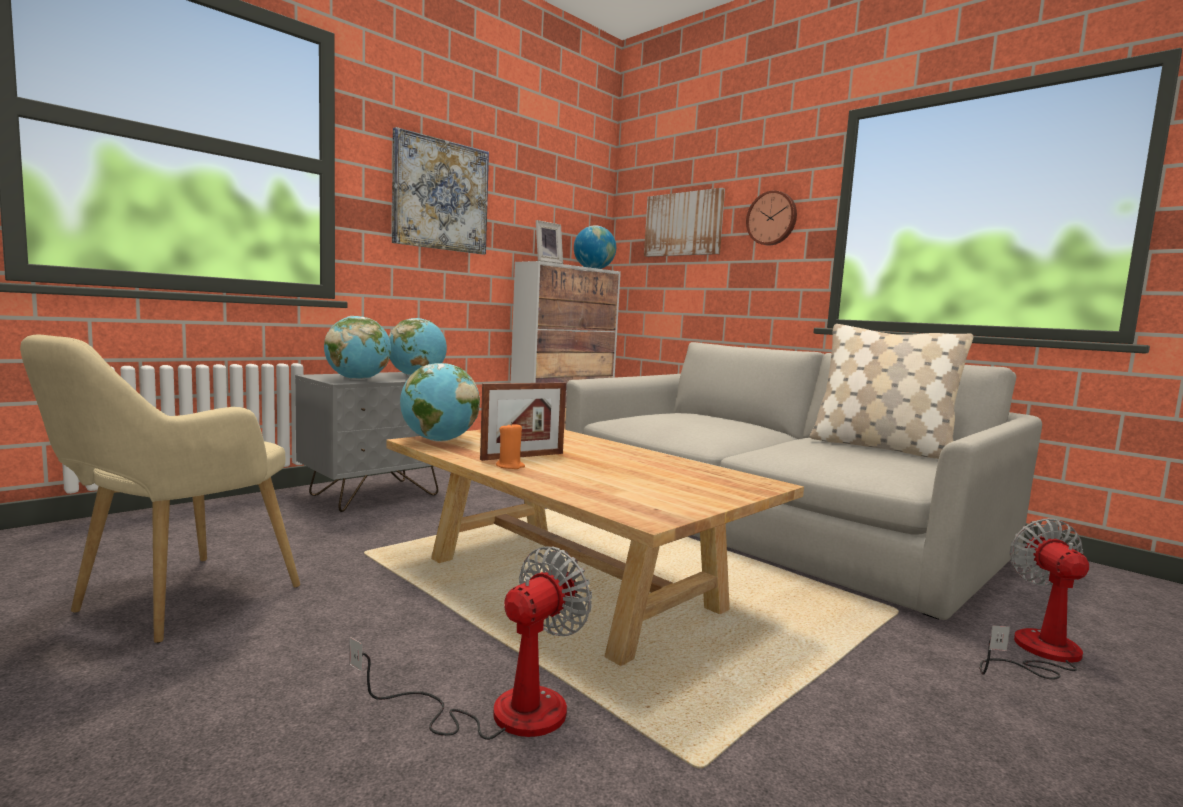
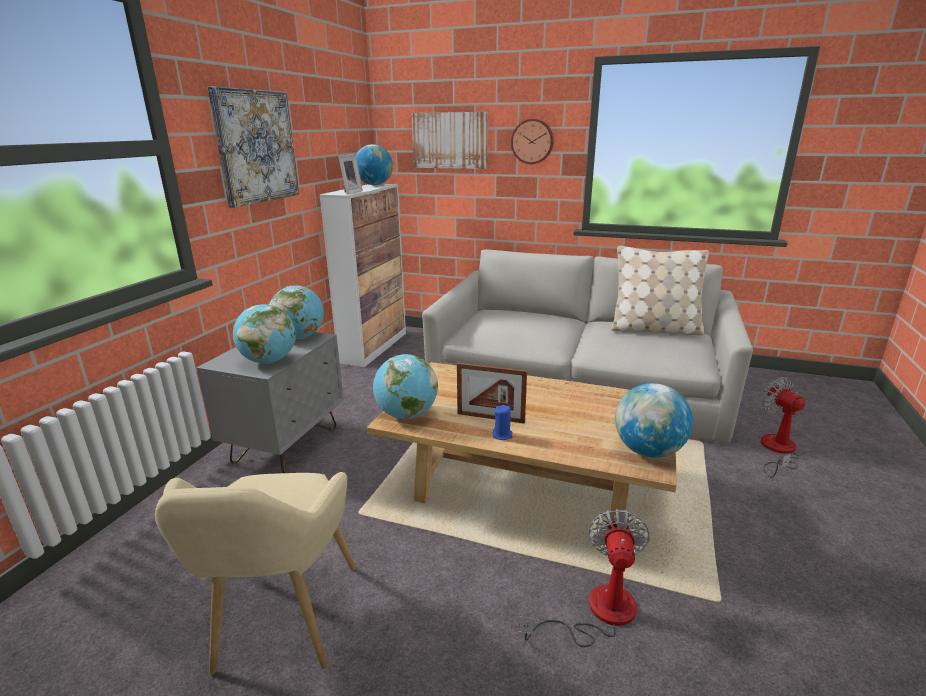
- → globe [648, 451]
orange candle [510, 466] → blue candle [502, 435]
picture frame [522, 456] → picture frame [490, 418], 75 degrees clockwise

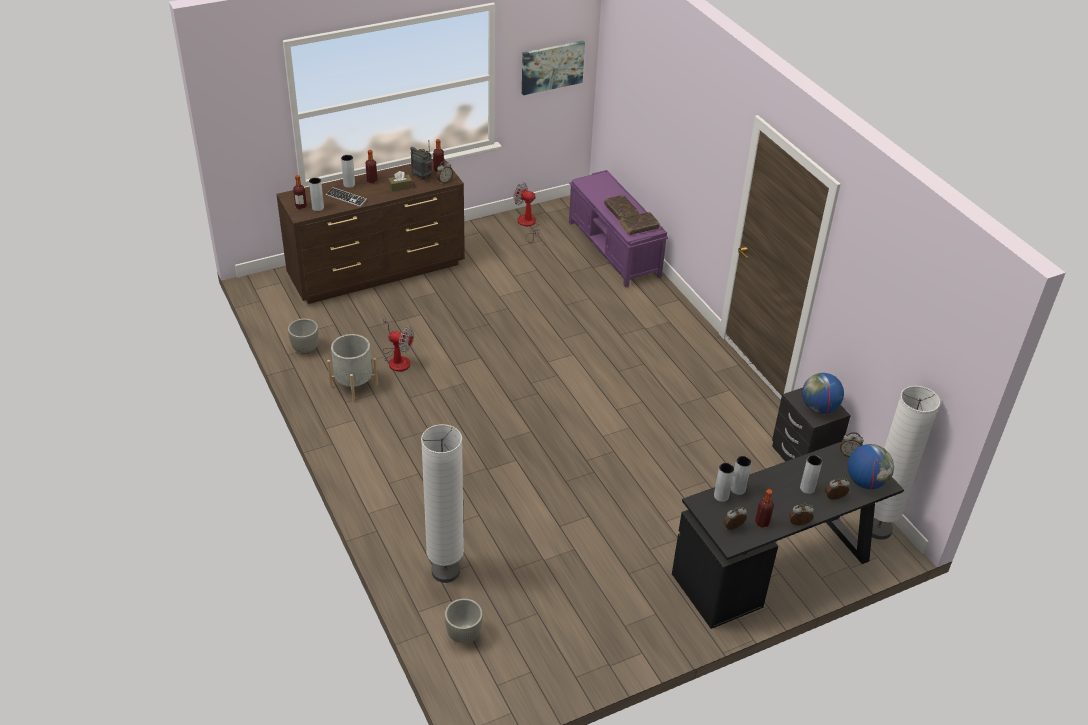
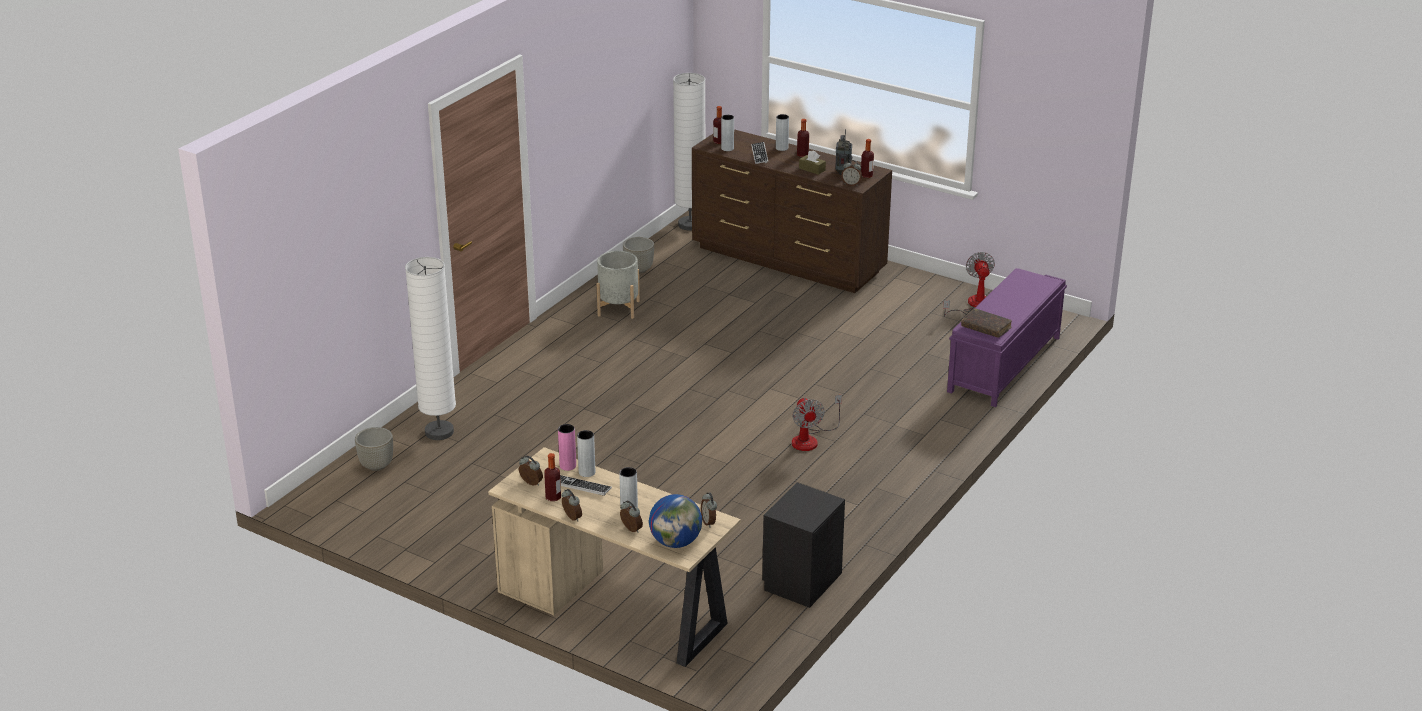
picture [552, 67] → -
brown book [621, 211] → -
globe [819, 408] → -
- → keyboard [581, 486]
fan [397, 359] → fan [810, 439], shifted
white floor lamp [878, 529] → white floor lamp [690, 225], shifted
black desk [776, 568] → beige desk [616, 608]
grey vase [721, 496] → pink vase [568, 466]

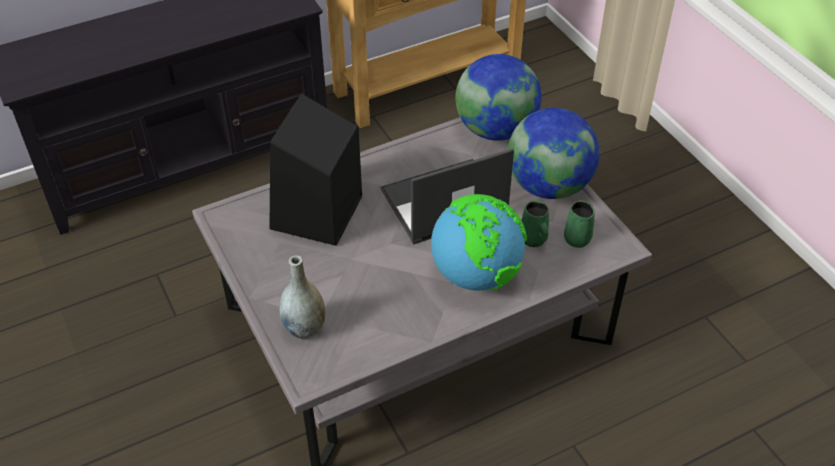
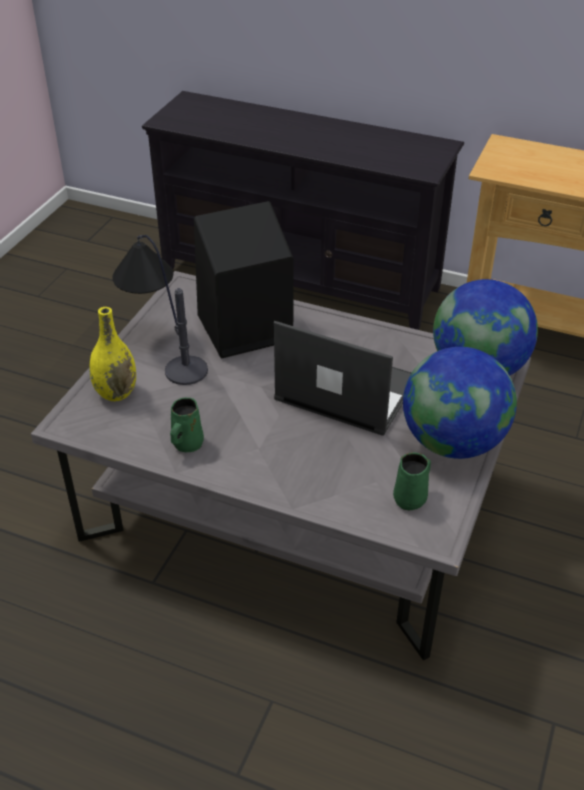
globe [476, 274] → -
- → table lamp [163, 348]
green mug [534, 240] → green mug [187, 444], shifted
grey vase [304, 328] → yellow vase [116, 393]

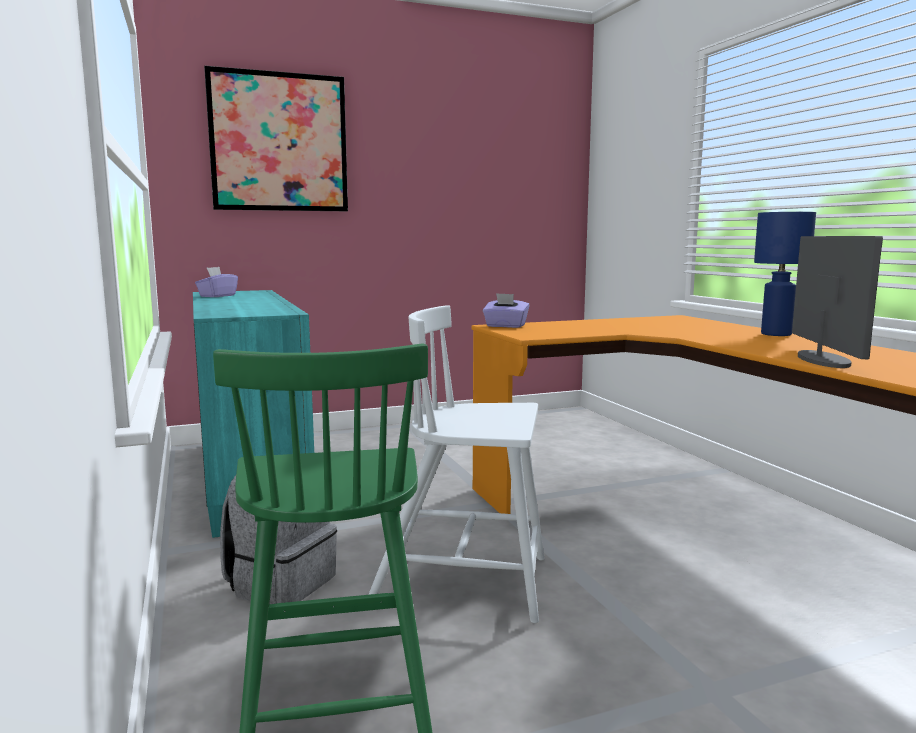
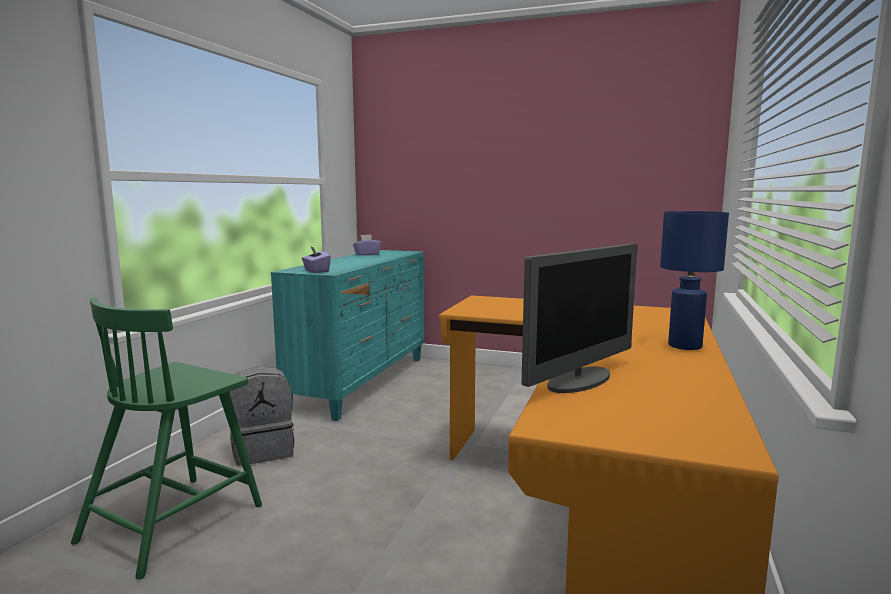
picture [279, 142] → -
white chair [465, 582] → -
purple tissue box [505, 326] → purple tissue box [316, 271], shifted

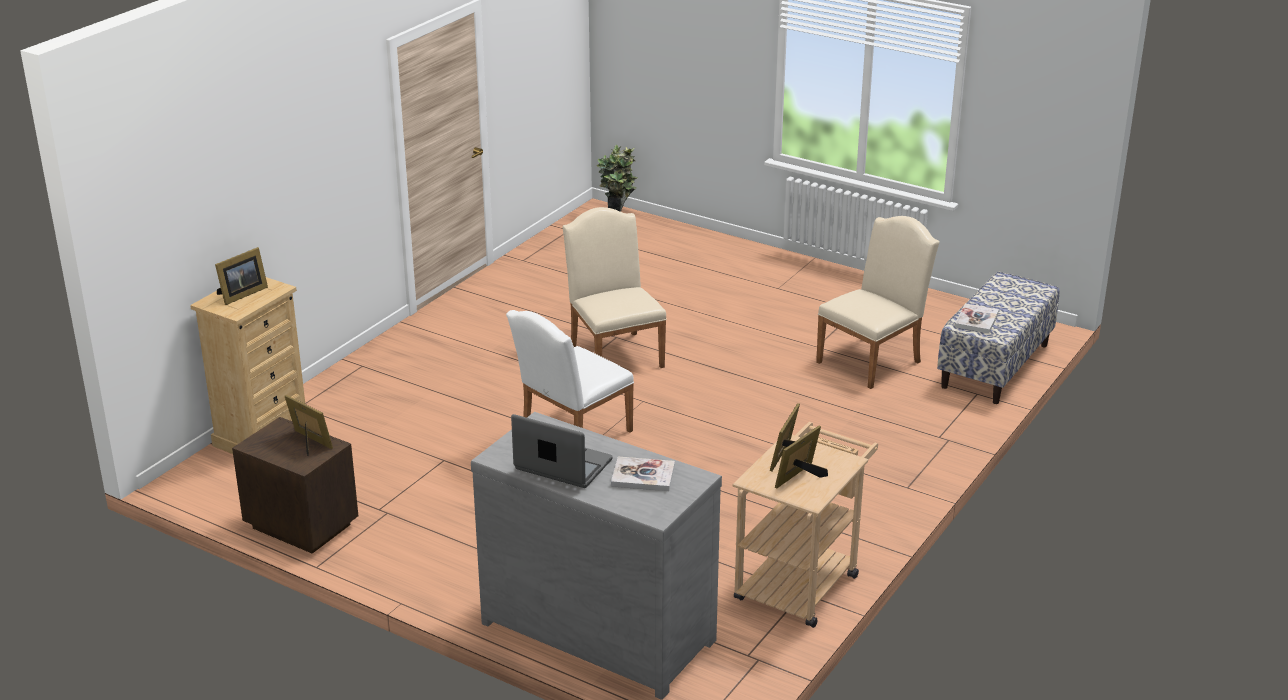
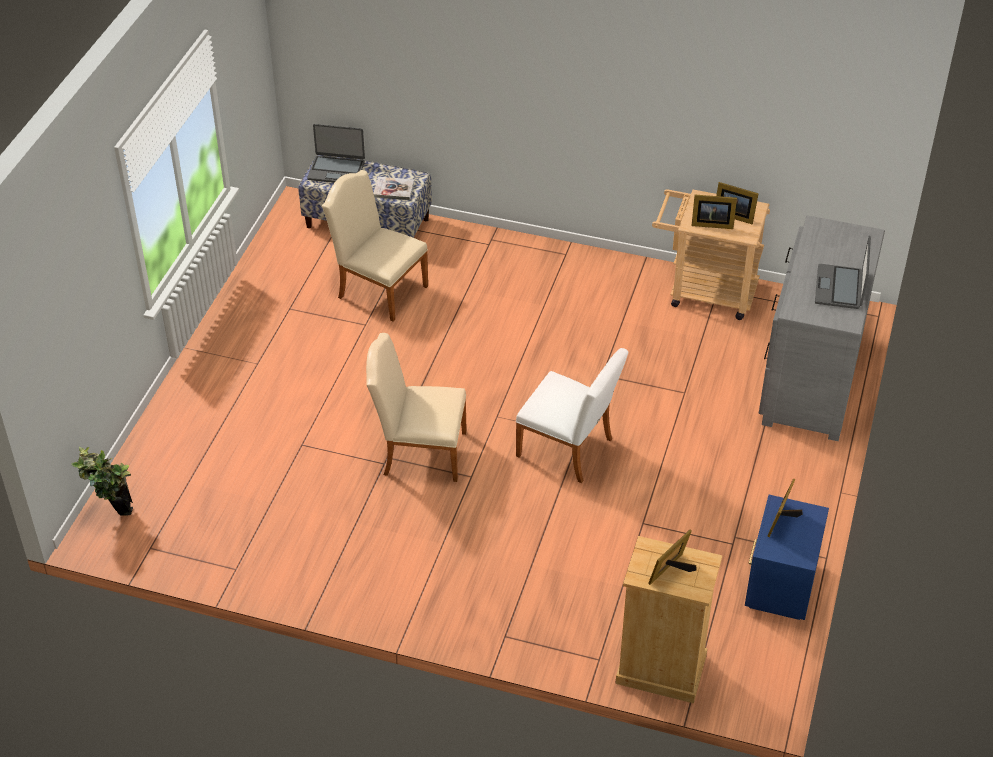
book [643, 476] → -
- → laptop [336, 170]
brown nightstand [301, 525] → blue nightstand [779, 587]
picture frame [241, 294] → picture frame [672, 571], 75 degrees counterclockwise
beige chair [614, 353] → beige chair [418, 452], 45 degrees clockwise

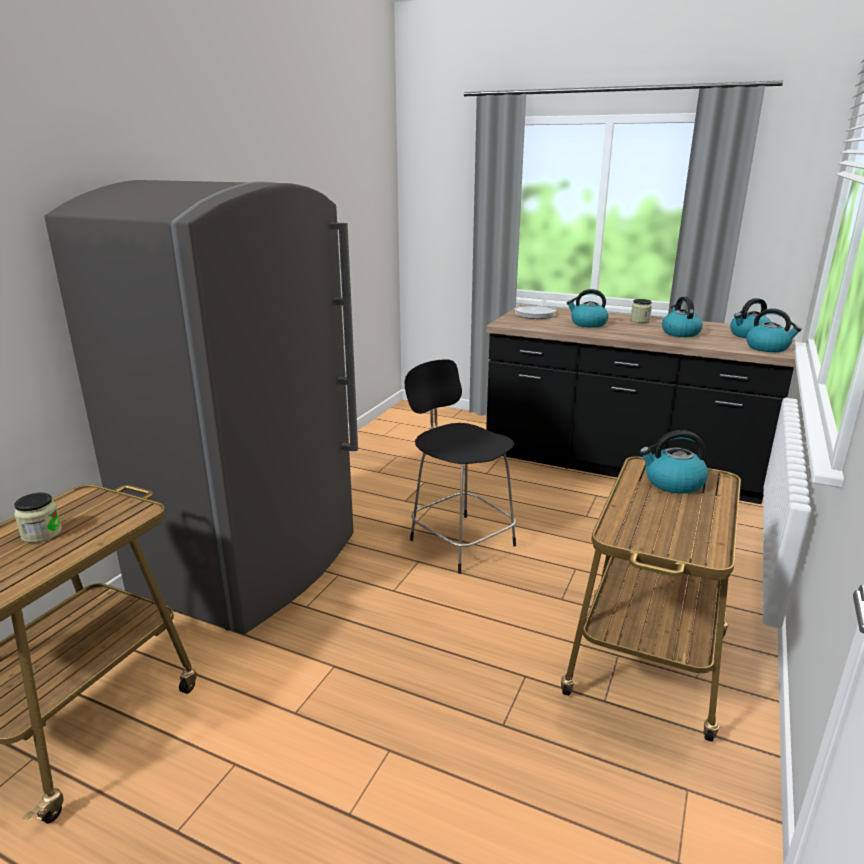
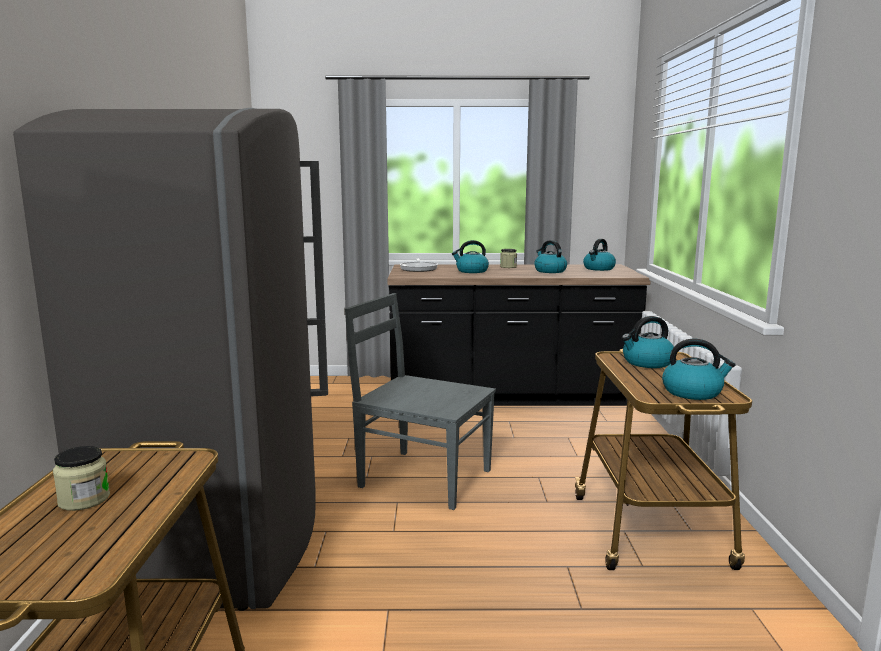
kettle [768, 348] → kettle [693, 392], shifted
black stool [460, 541] → grey chair [422, 477]

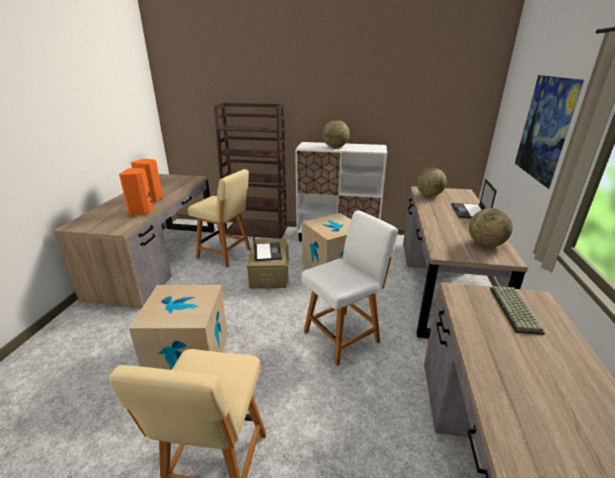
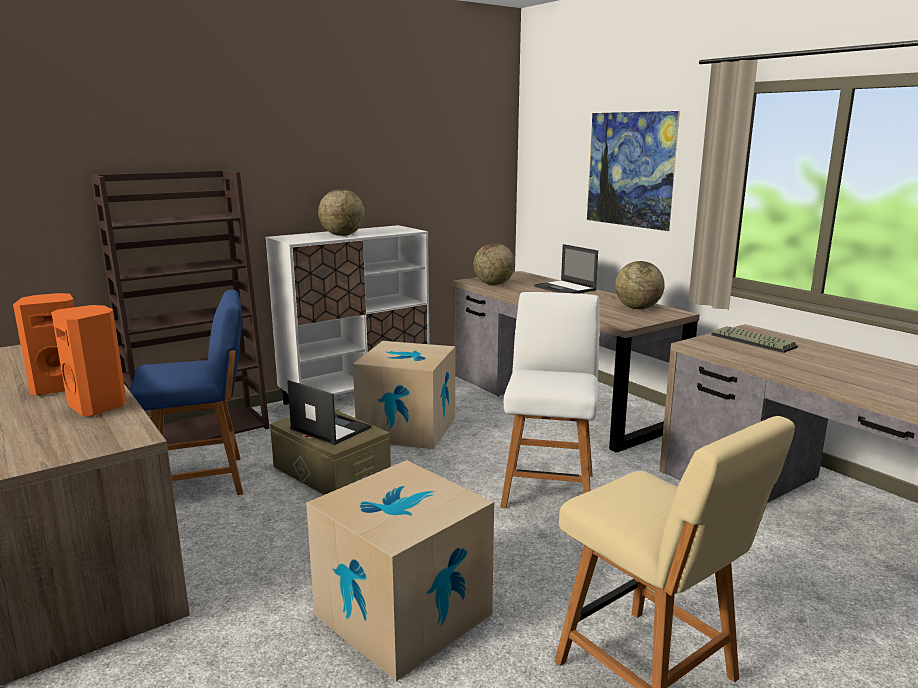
beige chair [225, 254] → blue chair [203, 480]

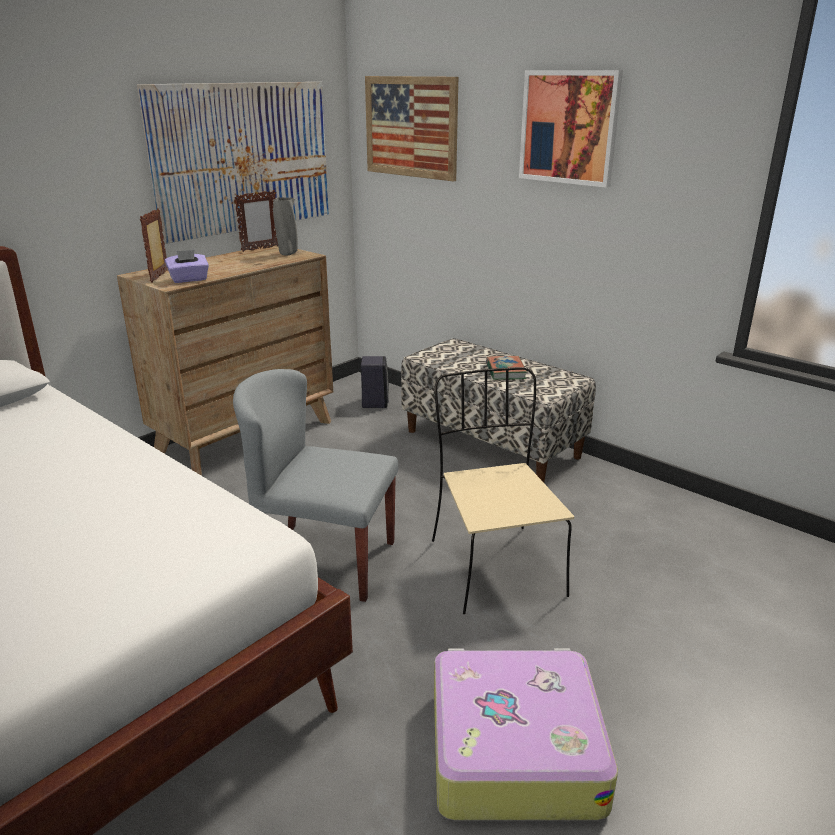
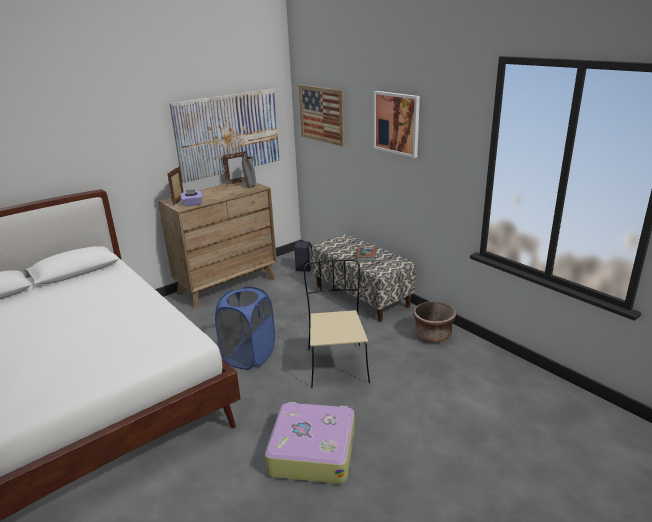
- → brown planter [433, 335]
grey chair [323, 561] → blue laundry basket [249, 356]

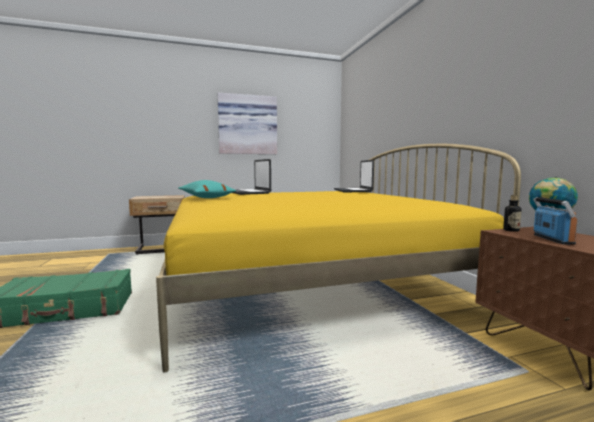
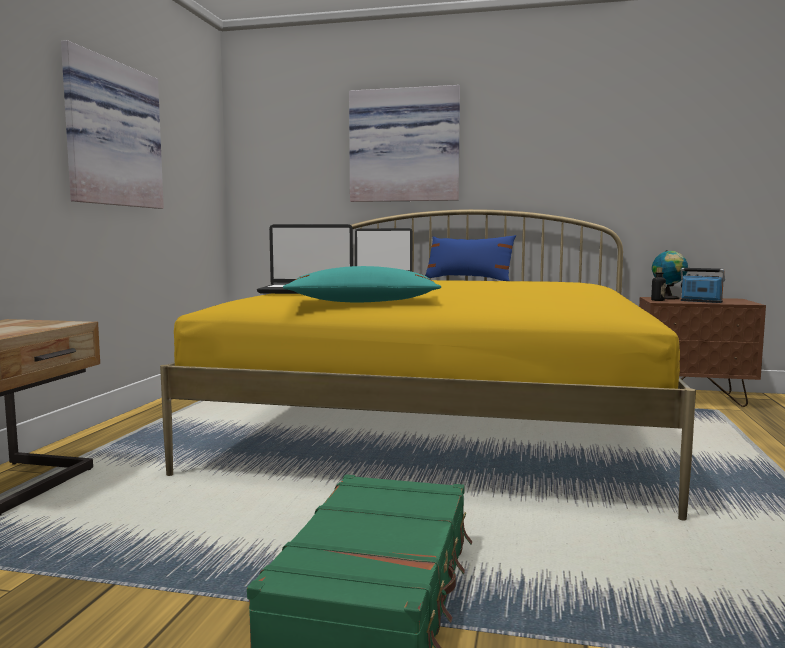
- → picture [404, 146]
- → blue pillow [468, 279]

